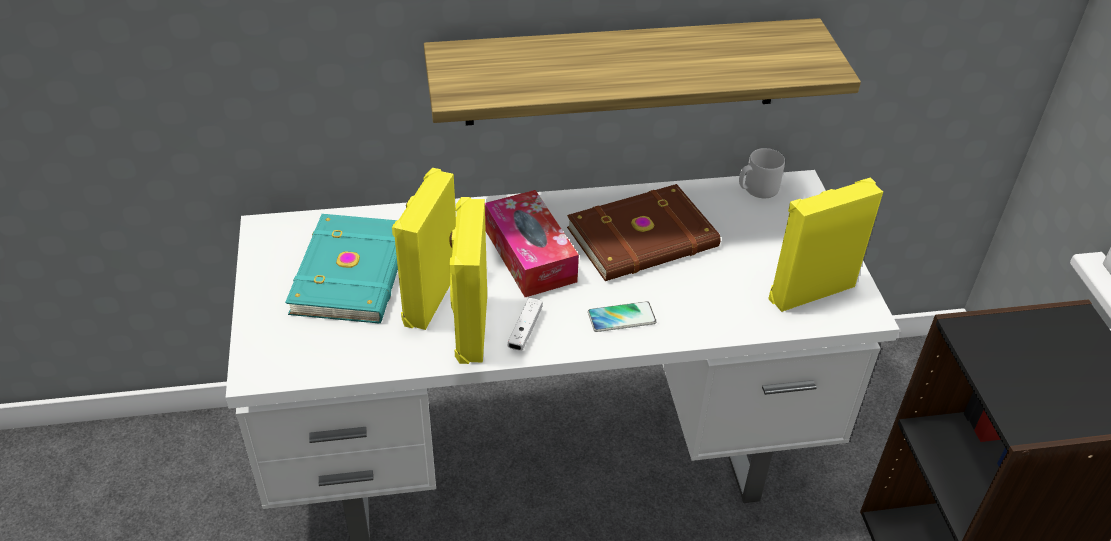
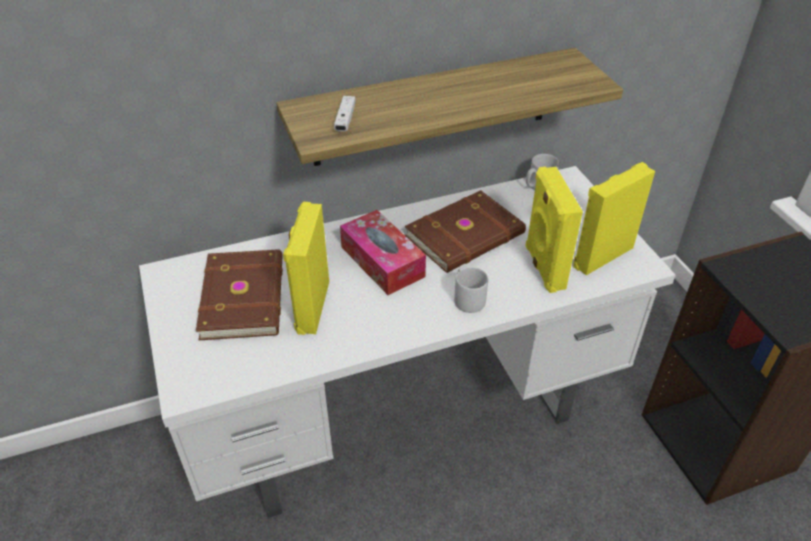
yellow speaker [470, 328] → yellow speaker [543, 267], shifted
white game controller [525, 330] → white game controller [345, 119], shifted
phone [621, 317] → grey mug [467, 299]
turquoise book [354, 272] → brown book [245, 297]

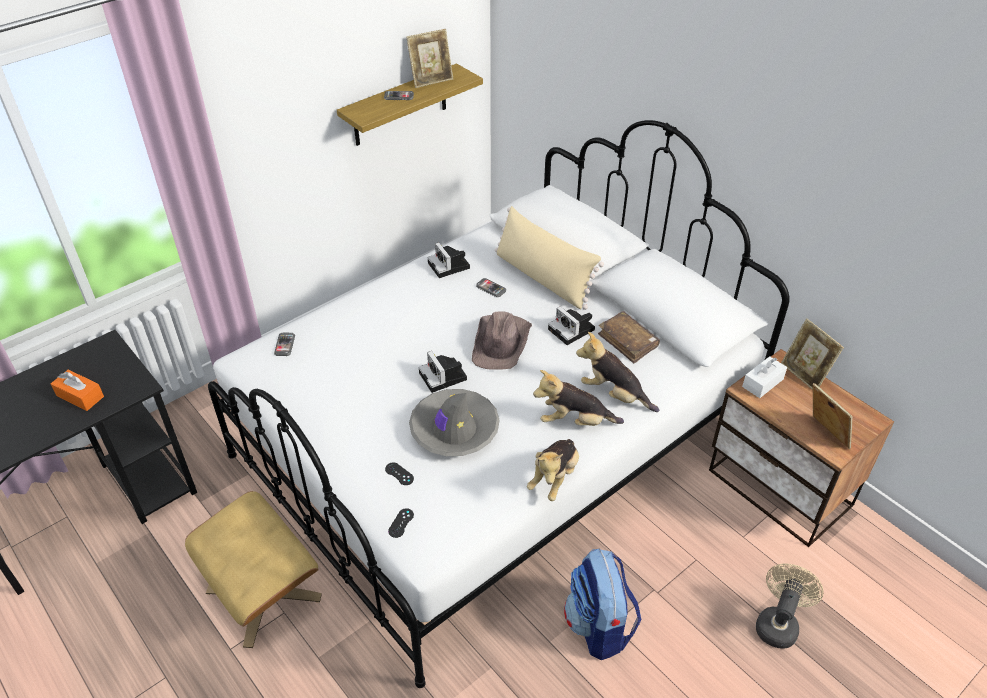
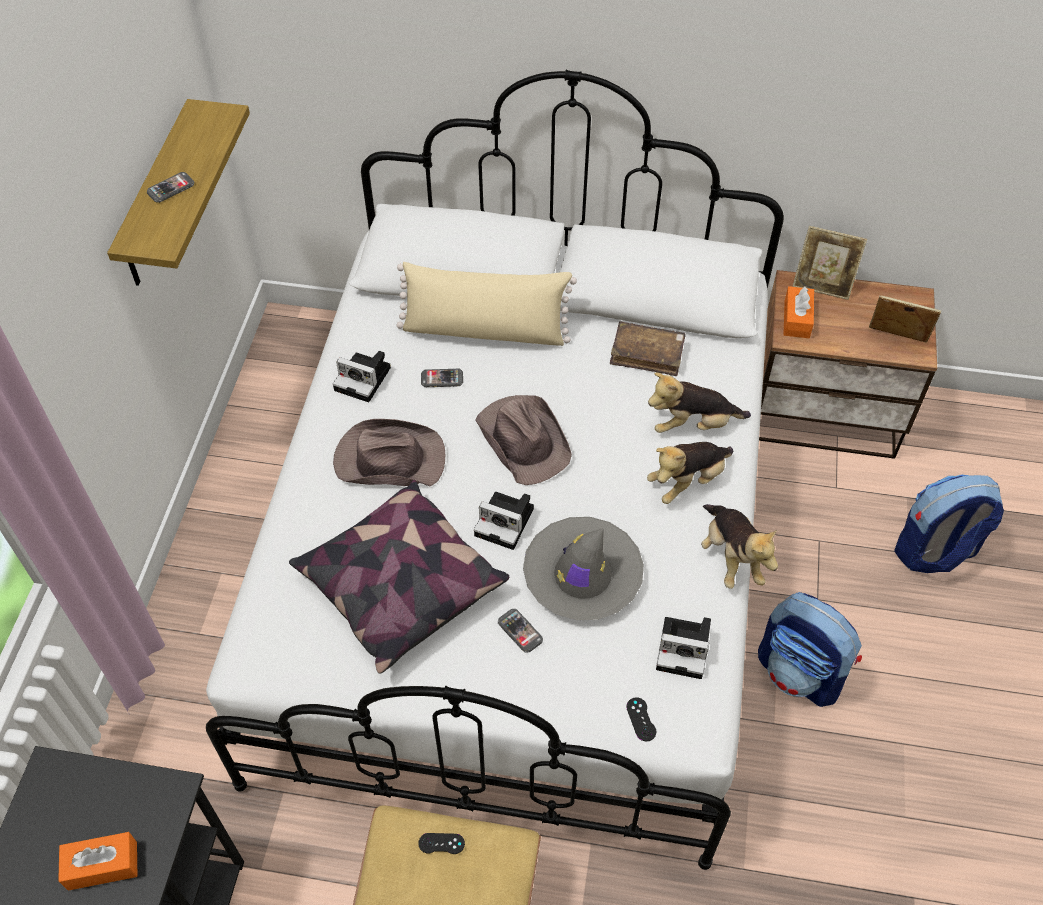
picture frame [431, 80] → -
- → pillow [399, 586]
- → brown hat [388, 459]
phone [285, 345] → phone [520, 631], shifted
black game controller [399, 474] → black game controller [441, 843], shifted
photo camera [573, 330] → photo camera [685, 648], shifted
beige fan [778, 623] → backpack [934, 551]
white tissue box [762, 383] → orange tissue box [796, 319]

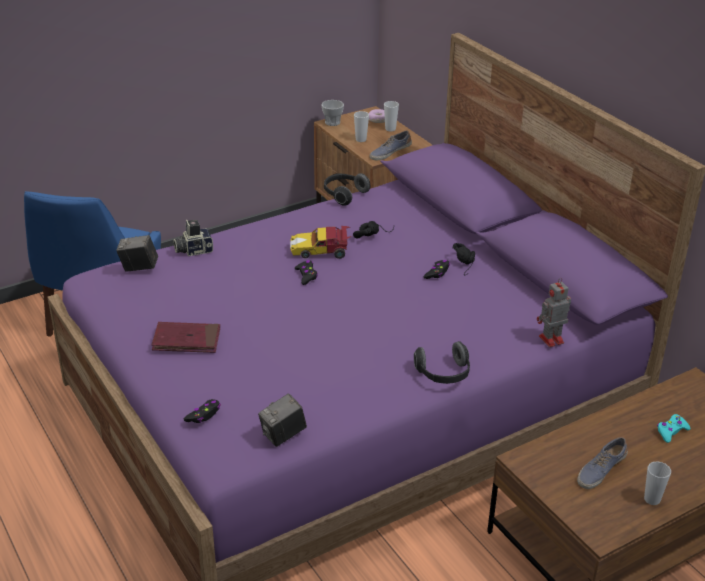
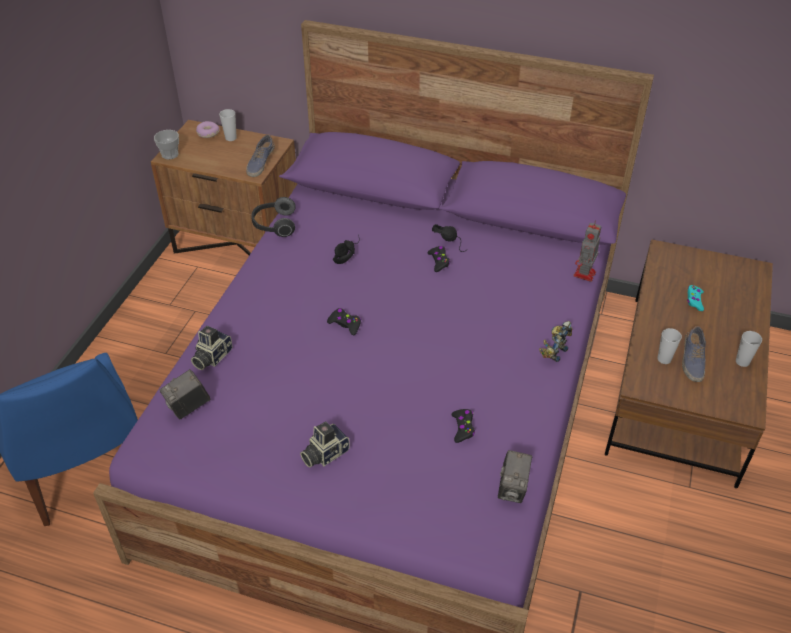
toy car [321, 251] → -
black game controller [204, 415] → black game controller [463, 428], shifted
cup [361, 139] → cup [664, 359], shifted
red book [186, 340] → photo camera [324, 453]
headphones [444, 375] → toy robot [554, 352]

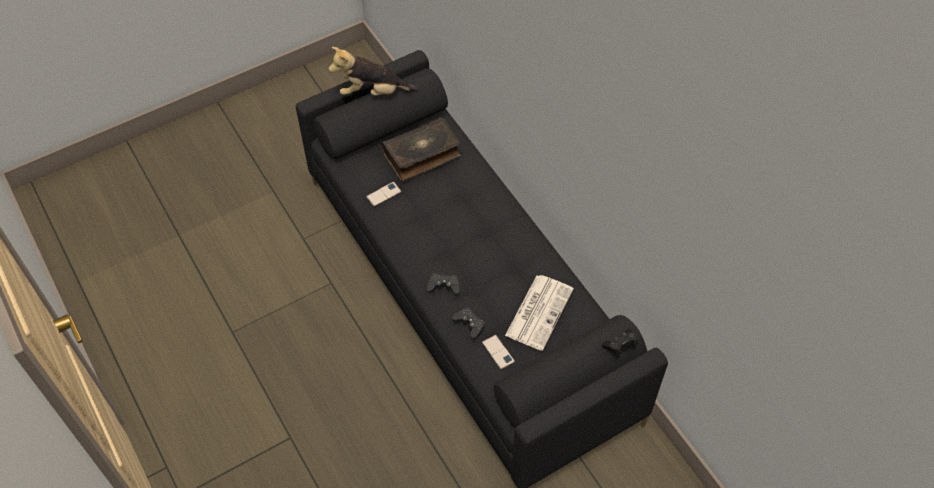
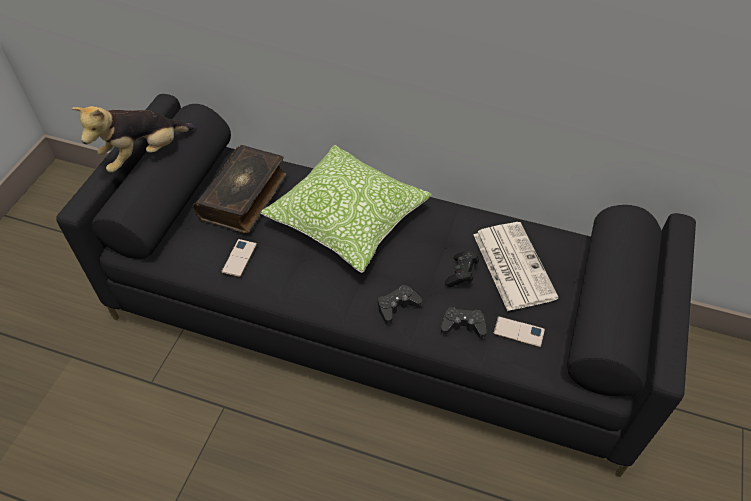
- → pillow [347, 219]
black game controller [620, 345] → black game controller [461, 274], shifted

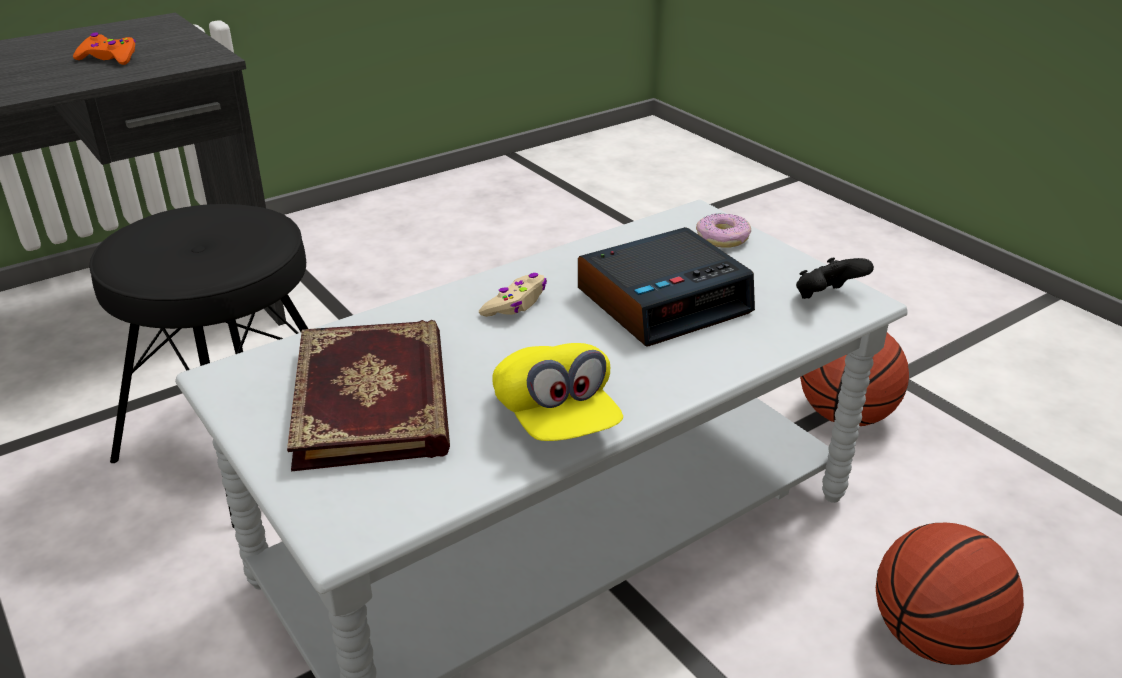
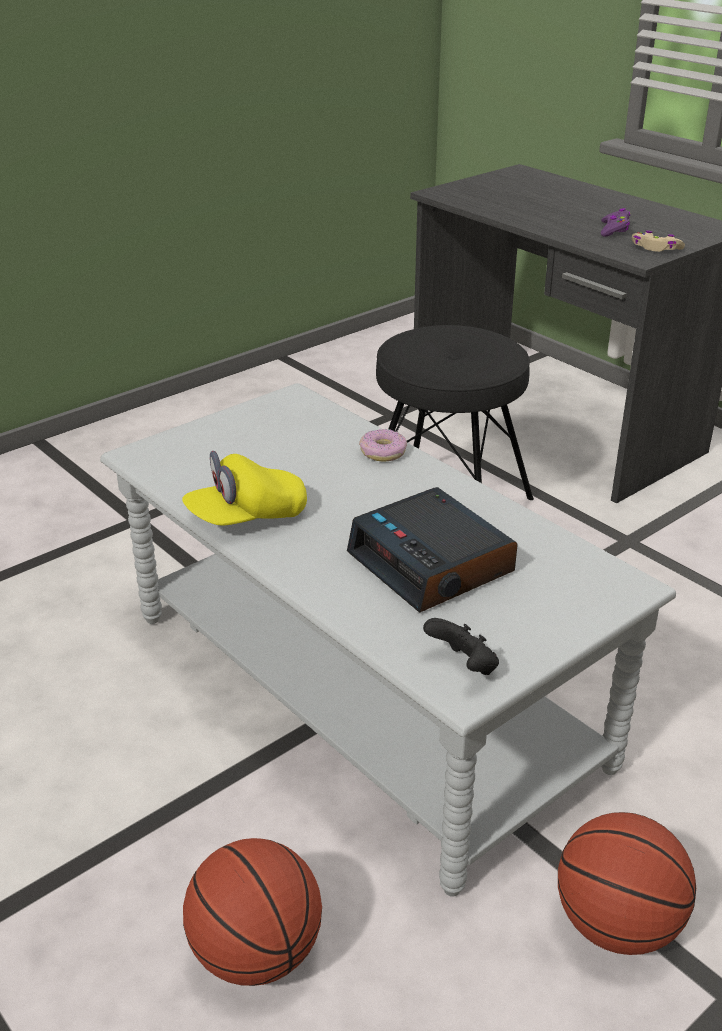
book [375, 398] → -
beige game controller [515, 304] → beige game controller [655, 248], shifted
donut [723, 238] → donut [382, 452], shifted
orange game controller [109, 58] → purple game controller [614, 230]

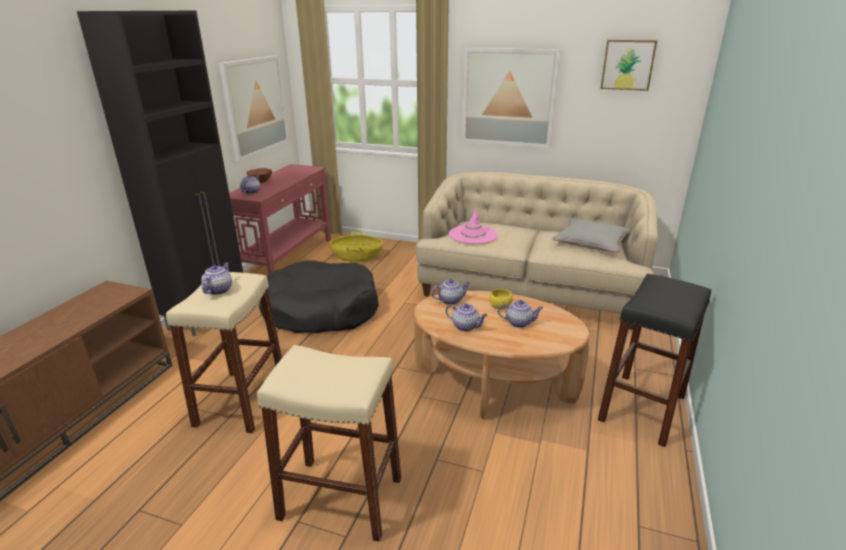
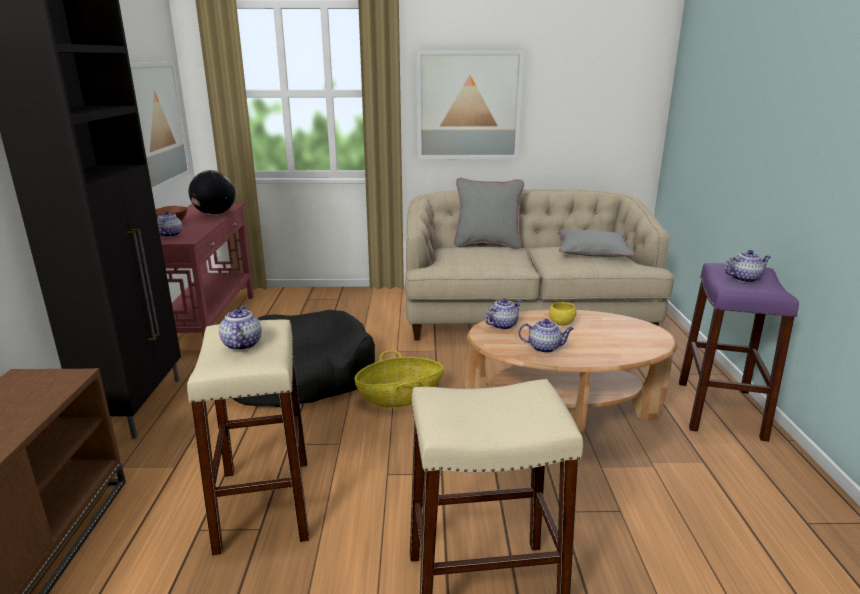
pink hat [473, 235] → -
picture [627, 65] → -
- → globe [215, 214]
- → grey pillow [487, 244]
basket [357, 257] → basket [400, 397], shifted
teapot [519, 322] → teapot [744, 279], shifted
black stool [642, 408] → purple stool [720, 410]

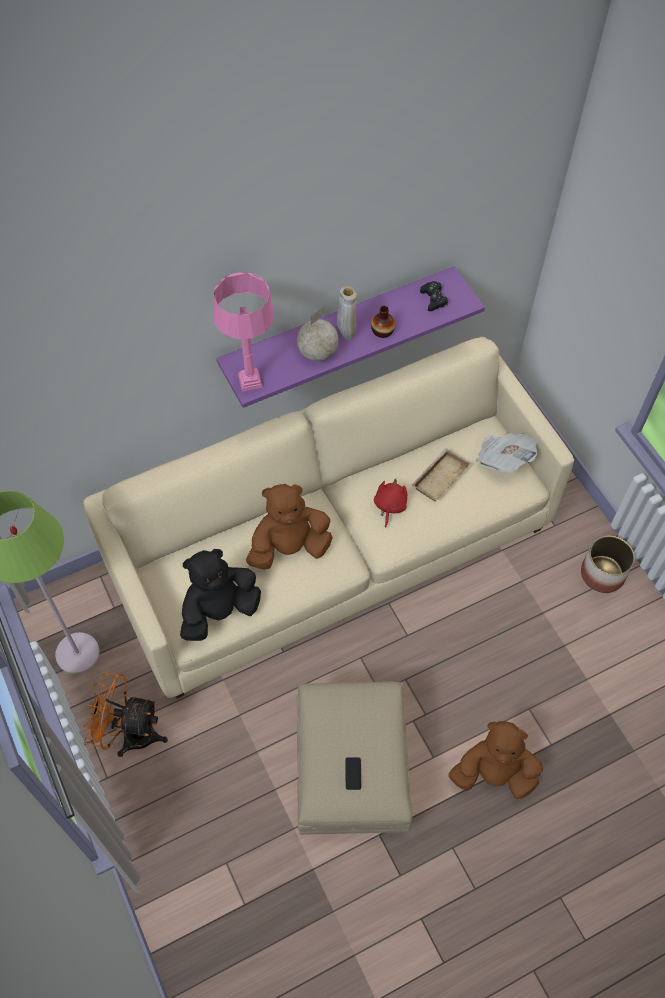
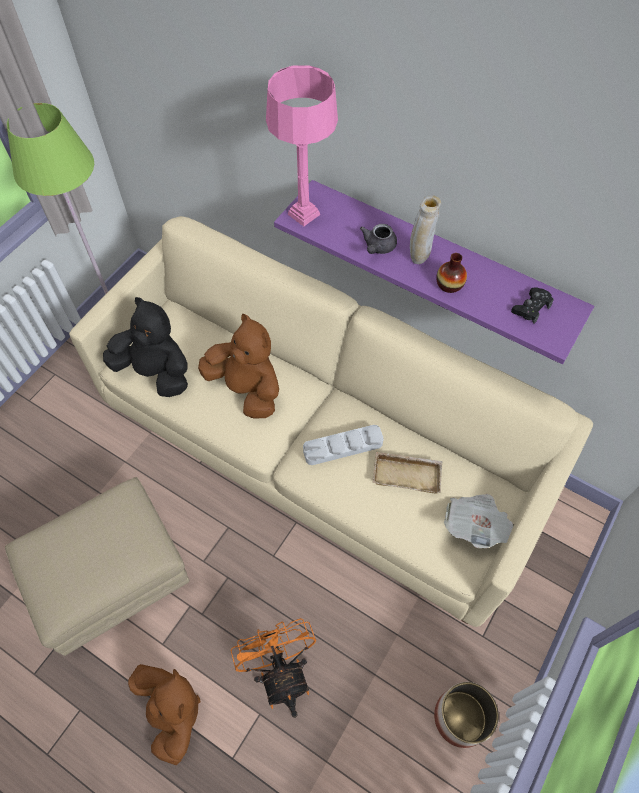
phone [353, 773] → -
orange fan [130, 733] → orange fan [282, 674], shifted
globe [318, 353] → grey teapot [378, 247]
red plush toy [389, 506] → grey tray [343, 447]

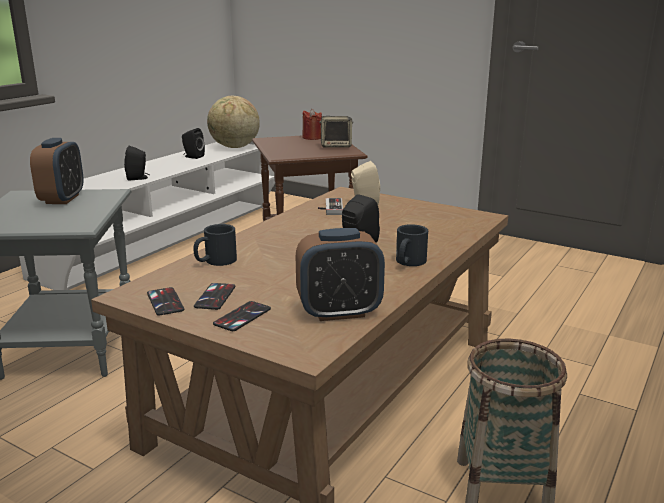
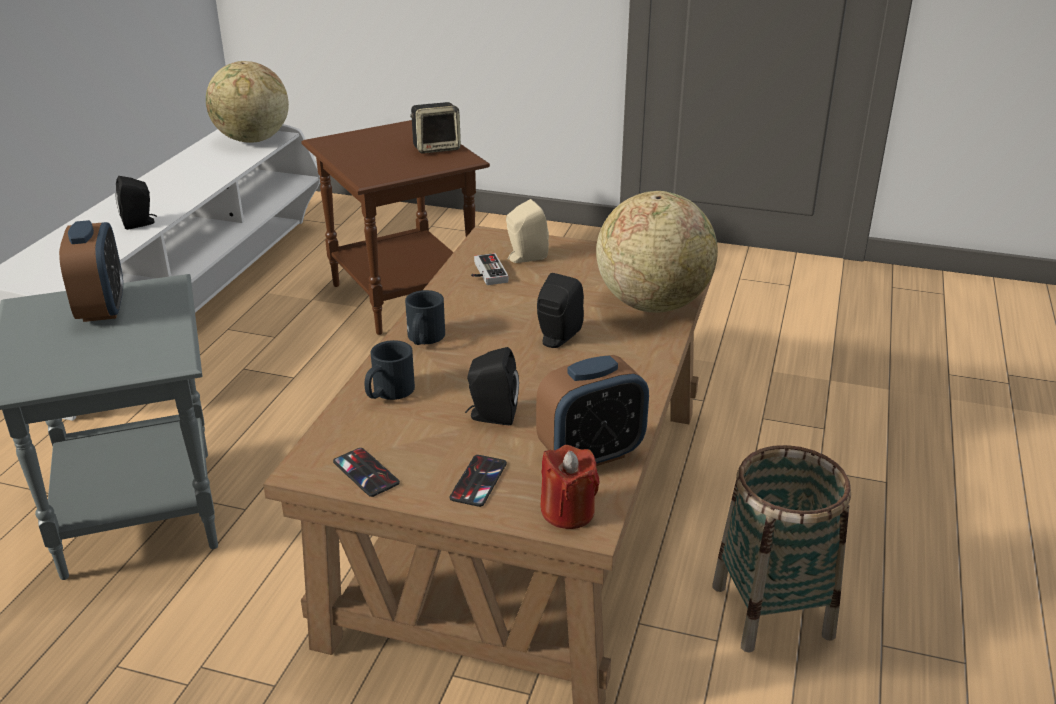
phone [215, 297] → -
- → globe [652, 304]
black speaker [192, 157] → black speaker [491, 416], shifted
red candle [312, 138] → red candle [568, 512], shifted
black mug [408, 263] → black mug [424, 339], shifted

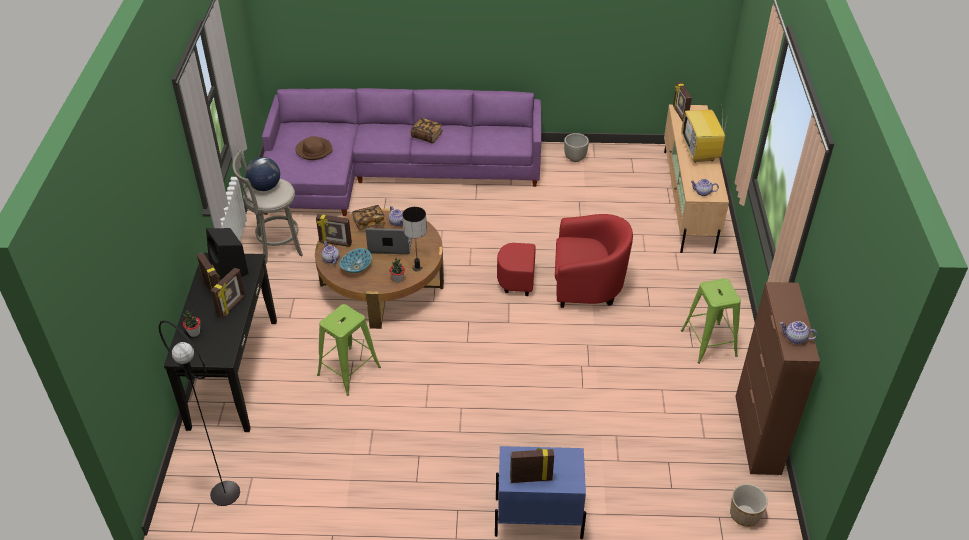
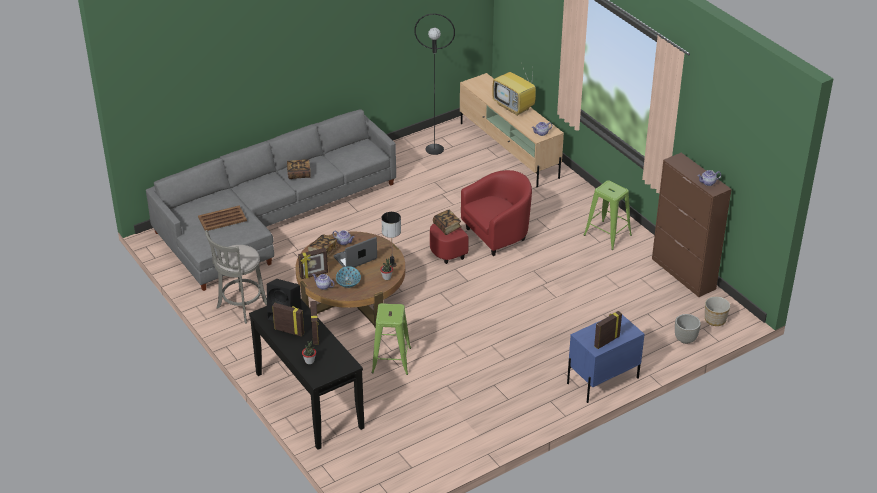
globe [265, 187] → -
picture frame [679, 114] → -
- → book [447, 227]
black floor lamp [225, 493] → black floor lamp [434, 149], shifted
grey planter [575, 158] → grey planter [685, 339], shifted
brown hat [314, 150] → brown tray [222, 219]
purple sofa [390, 170] → grey sofa [268, 218]

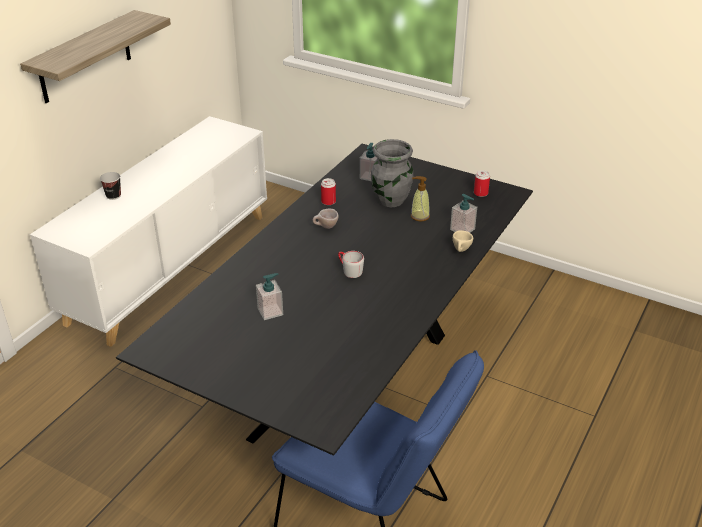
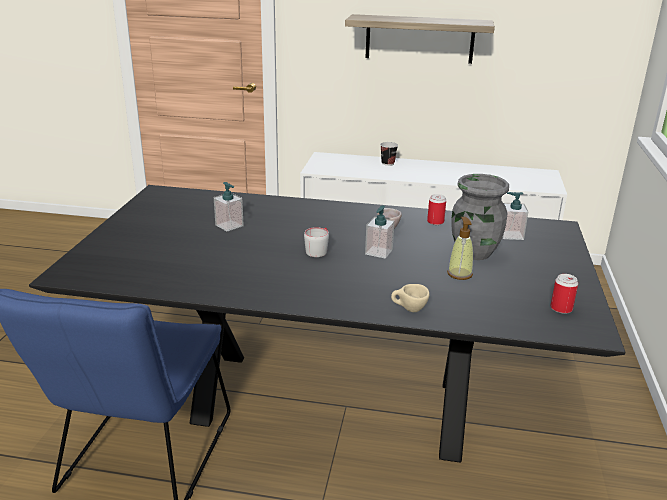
soap dispenser [462, 229] → soap dispenser [378, 252], shifted

